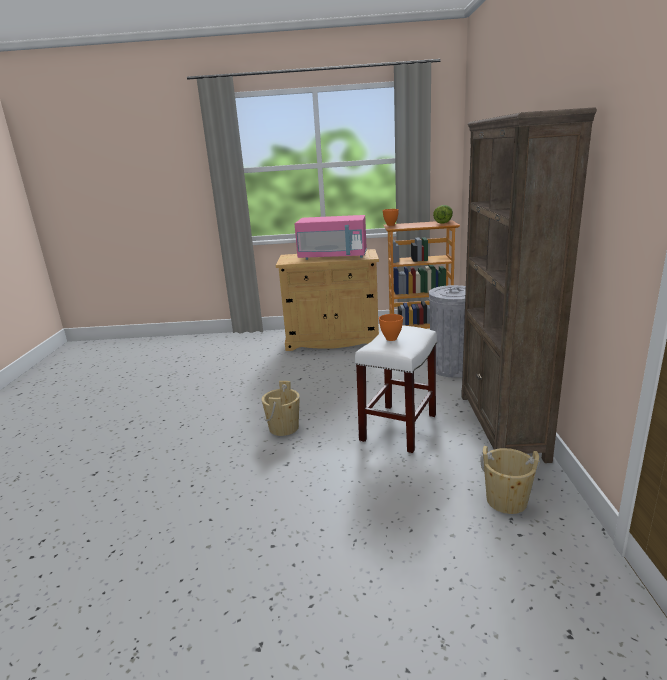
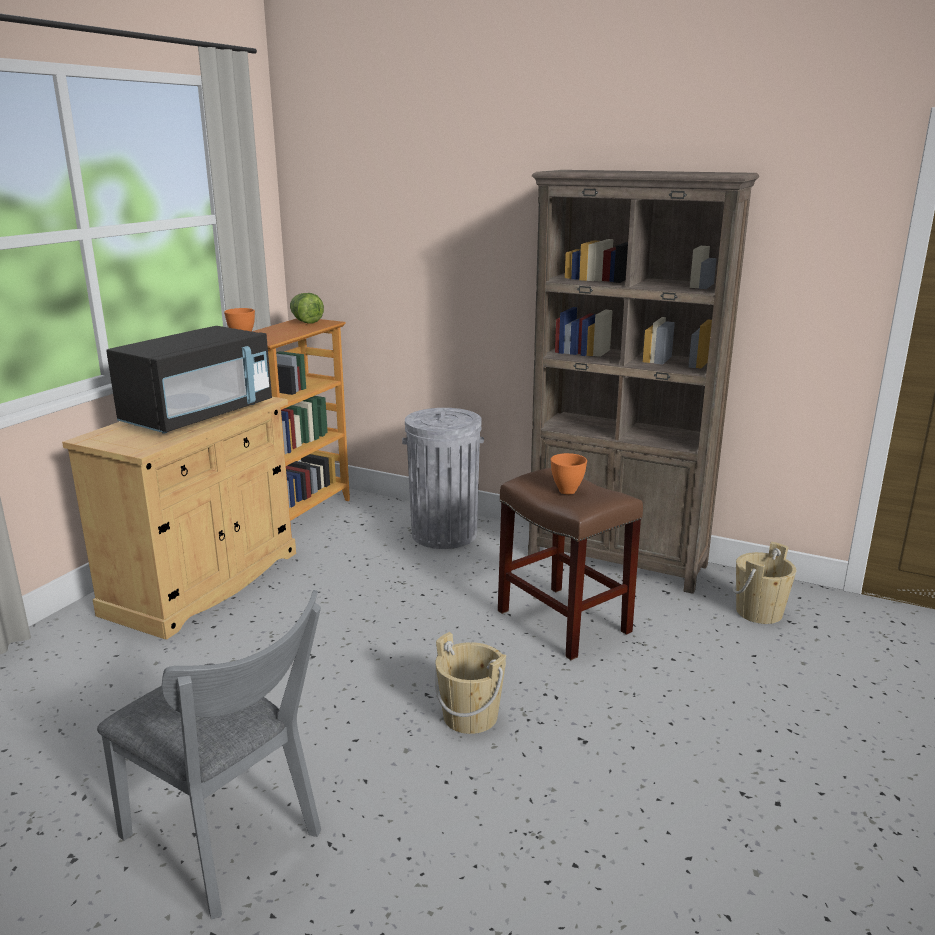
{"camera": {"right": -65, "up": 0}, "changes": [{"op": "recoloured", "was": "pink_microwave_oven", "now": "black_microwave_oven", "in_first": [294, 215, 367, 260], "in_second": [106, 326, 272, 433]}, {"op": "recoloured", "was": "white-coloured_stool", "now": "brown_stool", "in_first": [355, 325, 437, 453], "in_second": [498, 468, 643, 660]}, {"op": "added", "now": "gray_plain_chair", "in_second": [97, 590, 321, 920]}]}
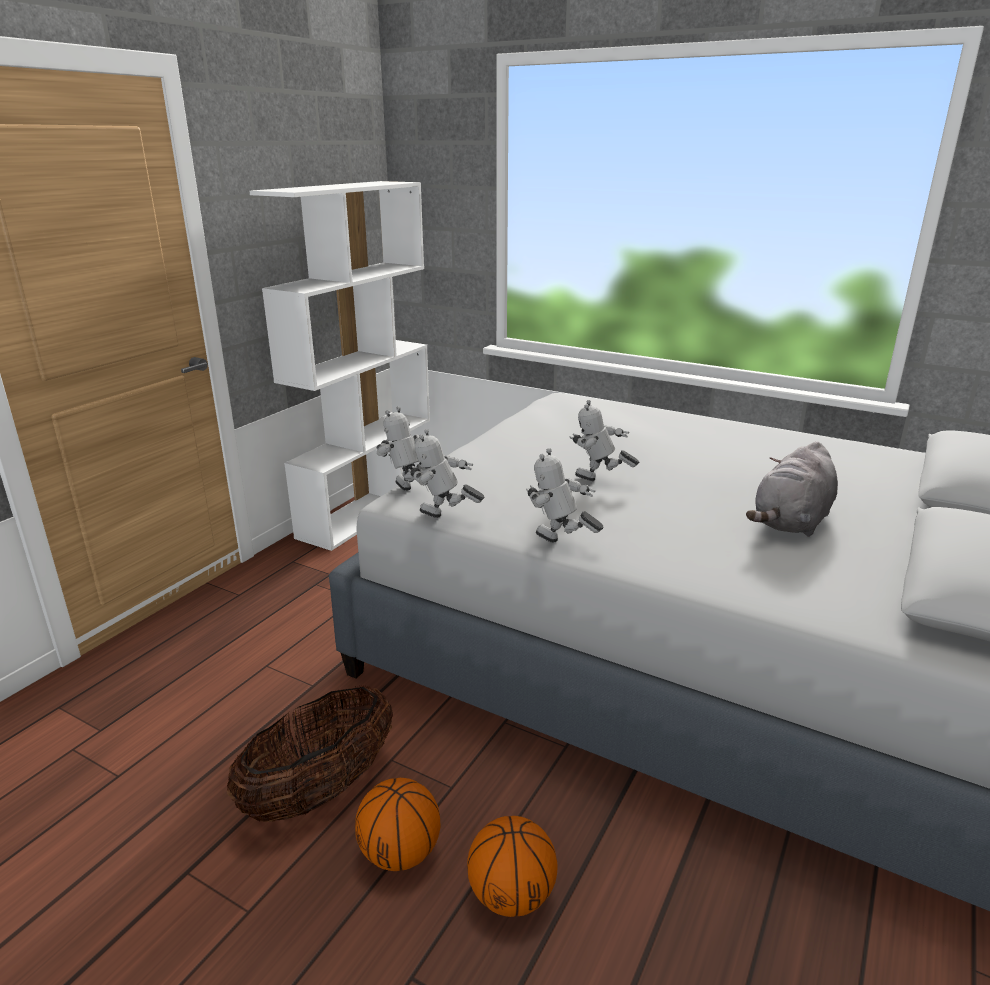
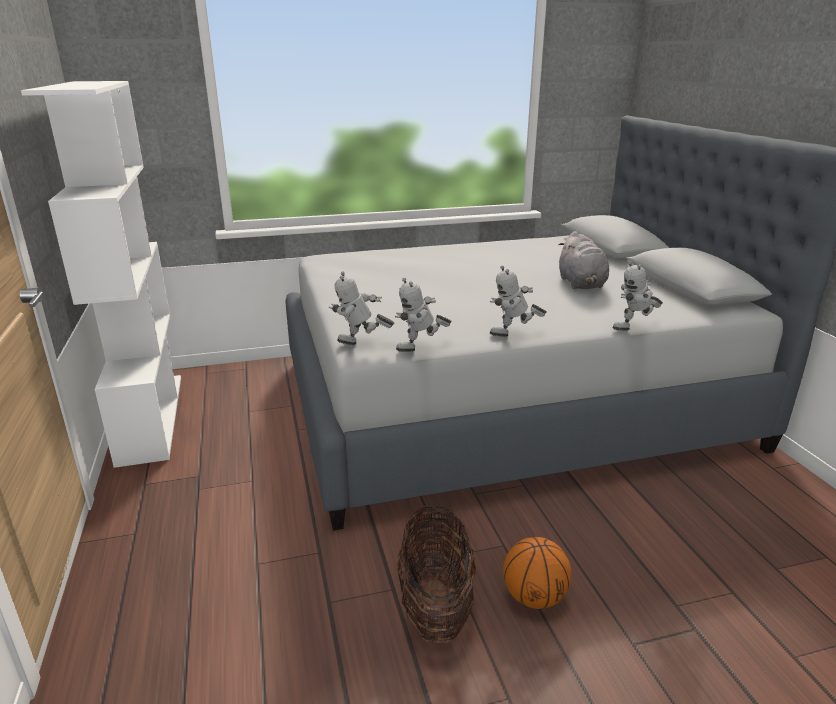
{"camera": {"right": -45, "up": 0}, "changes": [{"op": "removed", "was": "ball_for_basketball", "in_first": [467, 816, 558, 917]}, {"op": "moved", "was": "robot_figure", "in_first": [570, 400, 639, 481], "in_second": [612, 261, 663, 330]}]}
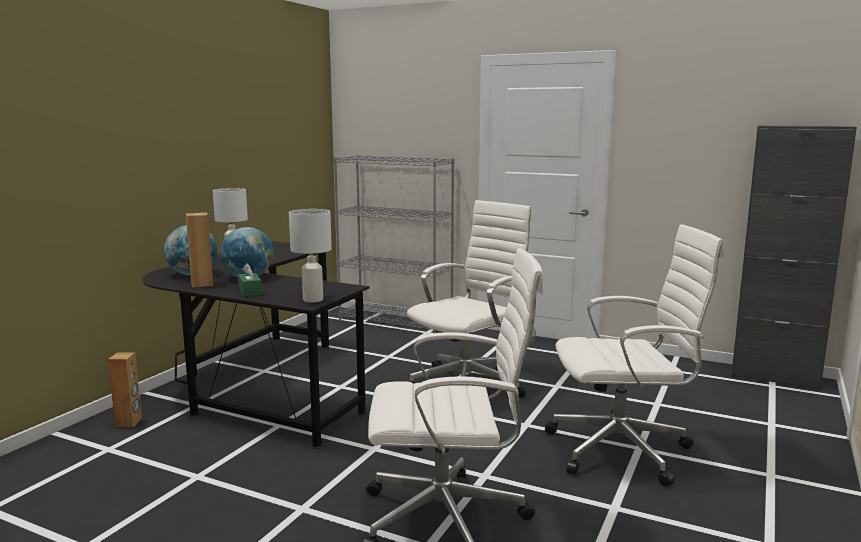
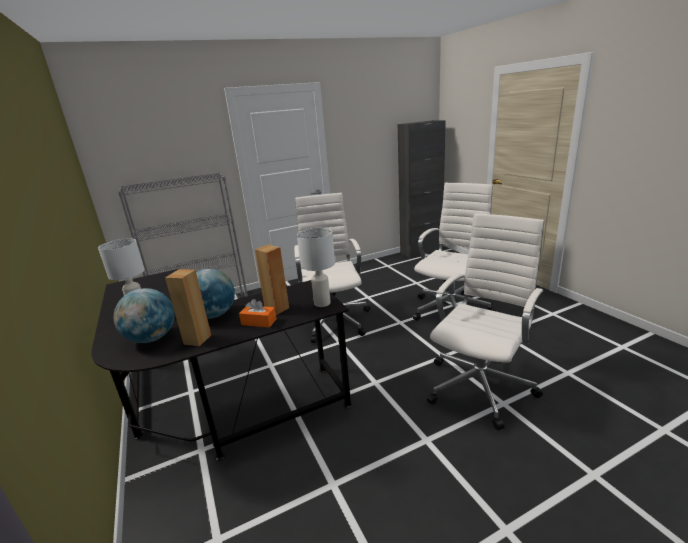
{"camera": {"right": -50, "up": 10}, "changes": [{"op": "moved", "was": "brown_audio_speaker", "in_first": [108, 352, 142, 427], "in_second": [255, 245, 289, 315]}, {"op": "recoloured", "was": "green-coloured_tissue_holder", "now": "orange-coloured_tissue_holder", "in_first": [238, 263, 262, 296], "in_second": [239, 299, 277, 328]}]}
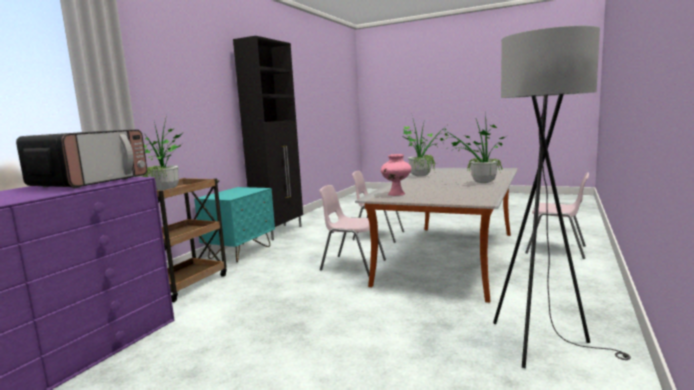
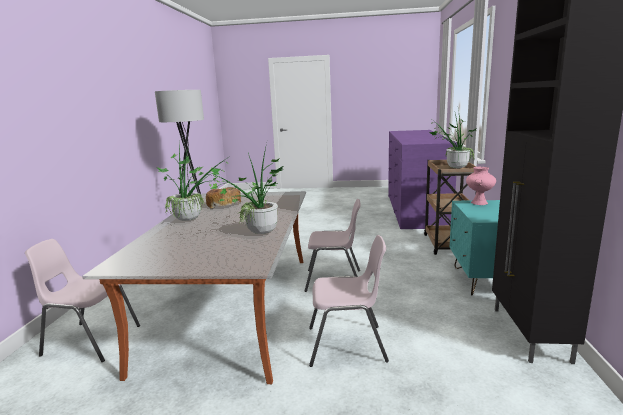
{"camera": {"right": 160, "up": 5}, "changes": [{"op": "removed", "was": "microwave_oven", "in_first": [16, 130, 147, 188]}, {"op": "moved", "was": "pink_flower_vase", "in_first": [381, 154, 411, 196], "in_second": [466, 167, 496, 205]}, {"op": "added", "now": "baked_bread", "in_second": [206, 187, 241, 208]}]}
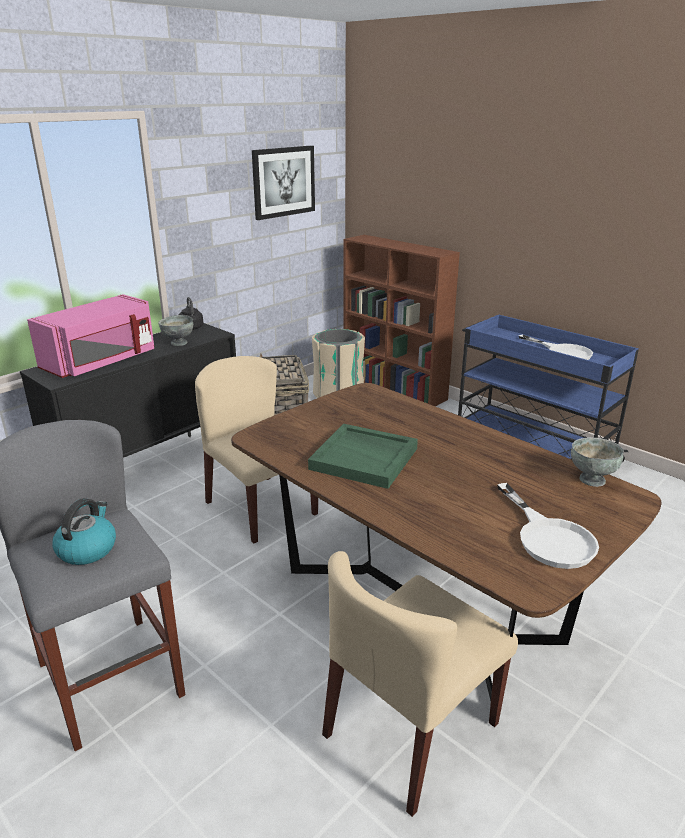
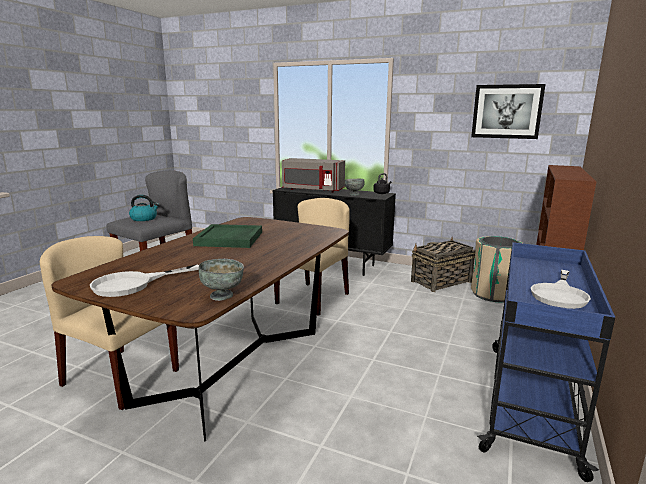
{"camera": {"right": 70, "up": -10}, "changes": [{"op": "recoloured", "was": "pink_microwave_oven", "now": "gray_microwave_oven", "in_first": [27, 294, 154, 378], "in_second": [282, 158, 345, 193]}]}
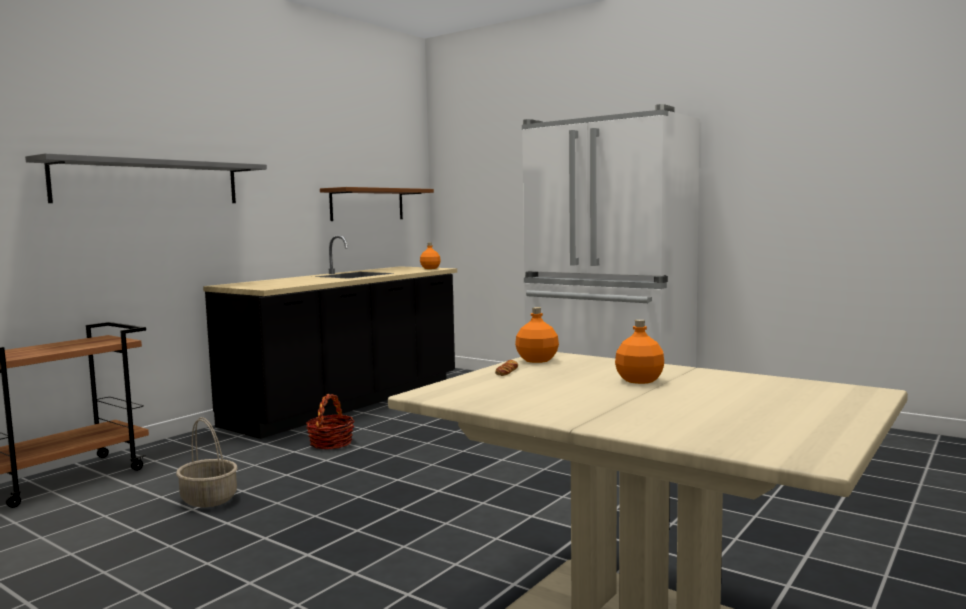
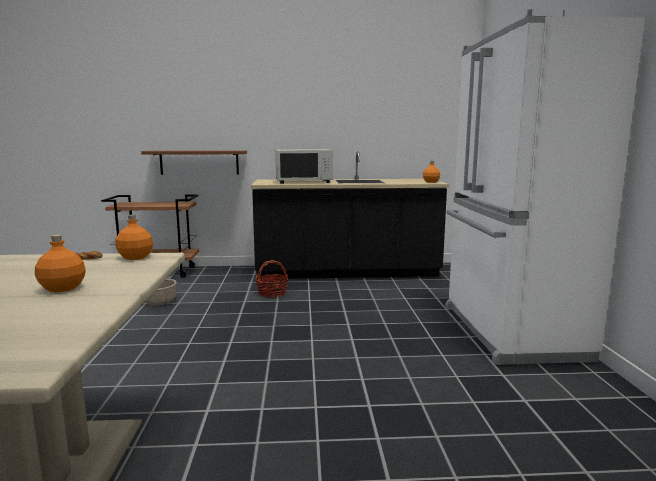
{"camera": {"right": 50, "up": 5}, "changes": [{"op": "removed", "was": "gray_bracket_shelf", "in_first": [25, 153, 267, 203]}, {"op": "moved", "was": "brown_bracket_shelf", "in_first": [320, 187, 434, 221], "in_second": [141, 150, 247, 175]}, {"op": "added", "now": "white-coloured_microwave_oven", "in_second": [275, 150, 333, 184]}]}
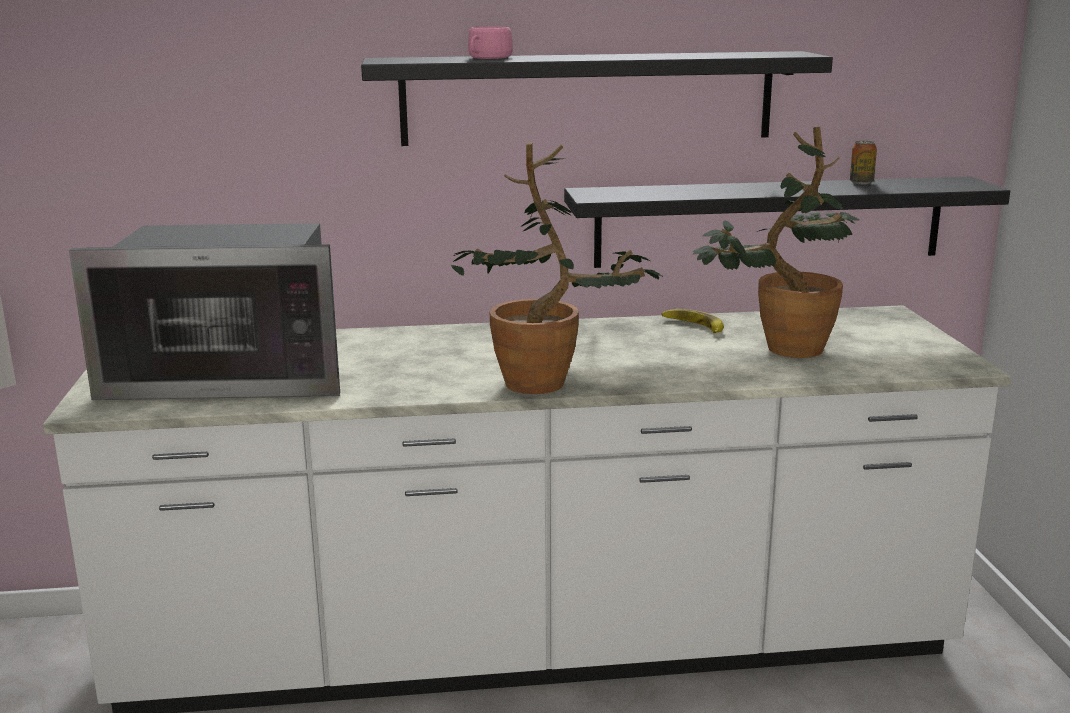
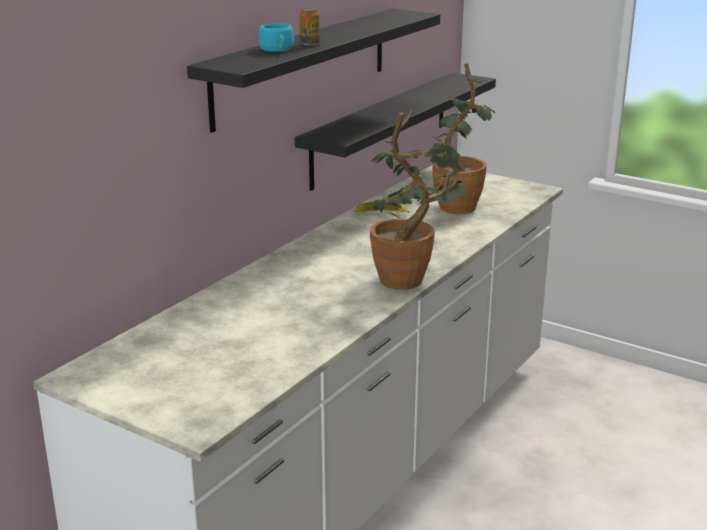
{"camera": {"right": -50, "up": 5}, "changes": [{"op": "removed", "was": "microwave_oven", "in_first": [69, 223, 340, 400]}, {"op": "recoloured", "was": "pink_cup", "now": "turquoise-coloured_cup", "in_first": [468, 27, 513, 59], "in_second": [258, 23, 294, 52]}, {"op": "moved", "was": "metal_can", "in_first": [850, 141, 877, 185], "in_second": [299, 8, 320, 46]}]}
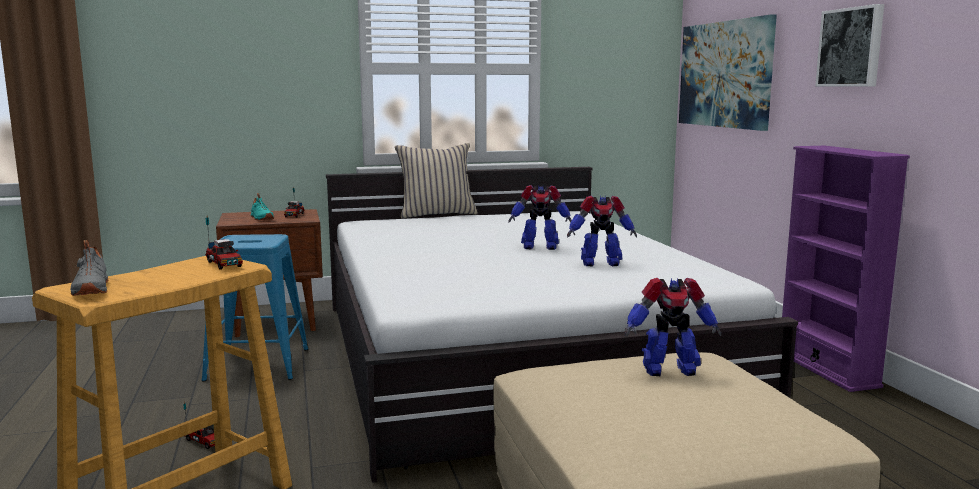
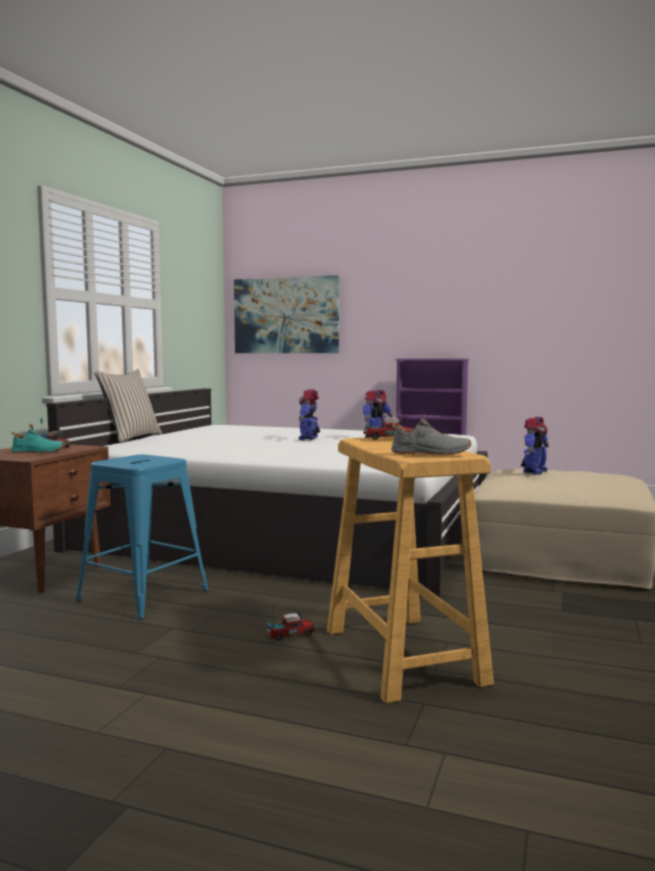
{"camera": {"right": -55, "up": -5}, "changes": [{"op": "turned", "was": "robot_figure", "in_first": [508, 185, 572, 250], "in_second": [299, 389, 320, 440], "clockwise": 150}, {"op": "removed", "was": "picture", "in_first": [815, 4, 884, 87]}]}
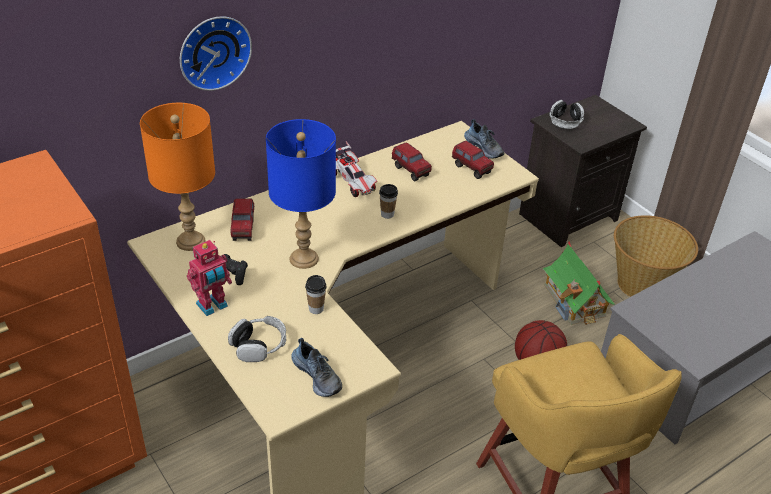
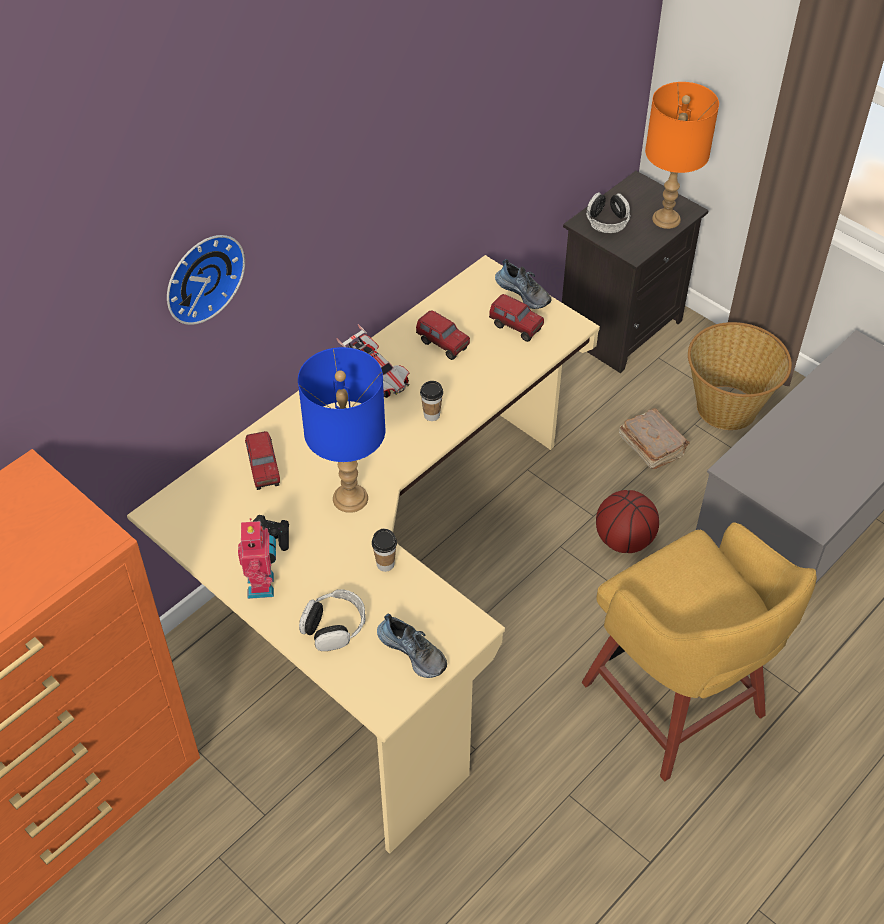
{"camera": {"right": -10, "up": 10}, "changes": [{"op": "moved", "was": "orange-coloured_table_lamp", "in_first": [140, 103, 215, 251], "in_second": [645, 82, 719, 229]}, {"op": "turned", "was": "robot_figure", "in_first": [187, 240, 232, 316], "in_second": [238, 518, 276, 599], "clockwise": -45}, {"op": "replaced", "was": "model_house", "now": "brown_volume", "in_first": [543, 241, 615, 325], "in_second": [619, 408, 690, 469]}]}
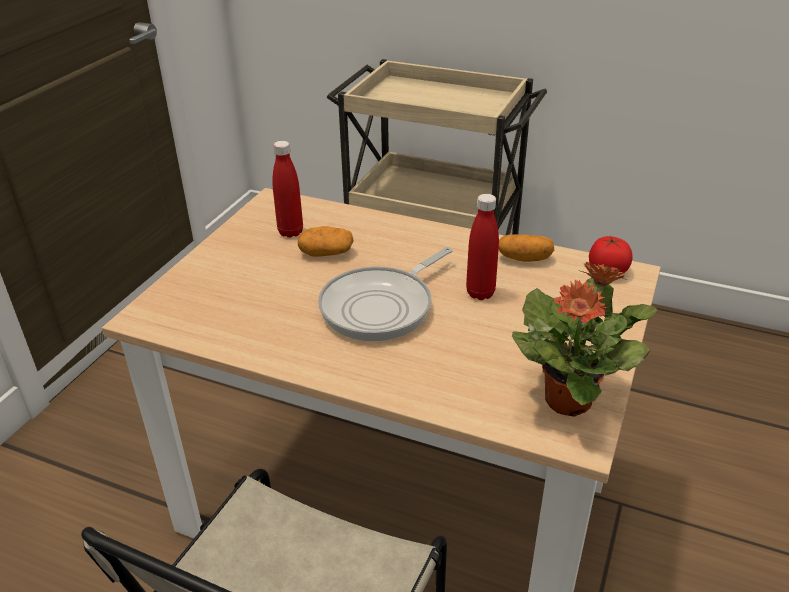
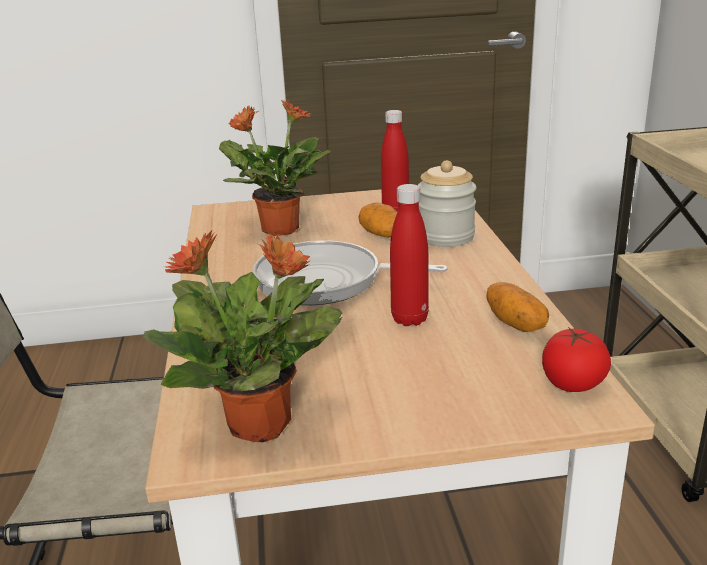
{"camera": {"right": 60, "up": -10}, "changes": [{"op": "added", "now": "houseplant", "in_second": [219, 100, 331, 236]}, {"op": "added", "now": "storage_jar", "in_second": [418, 161, 476, 247]}]}
